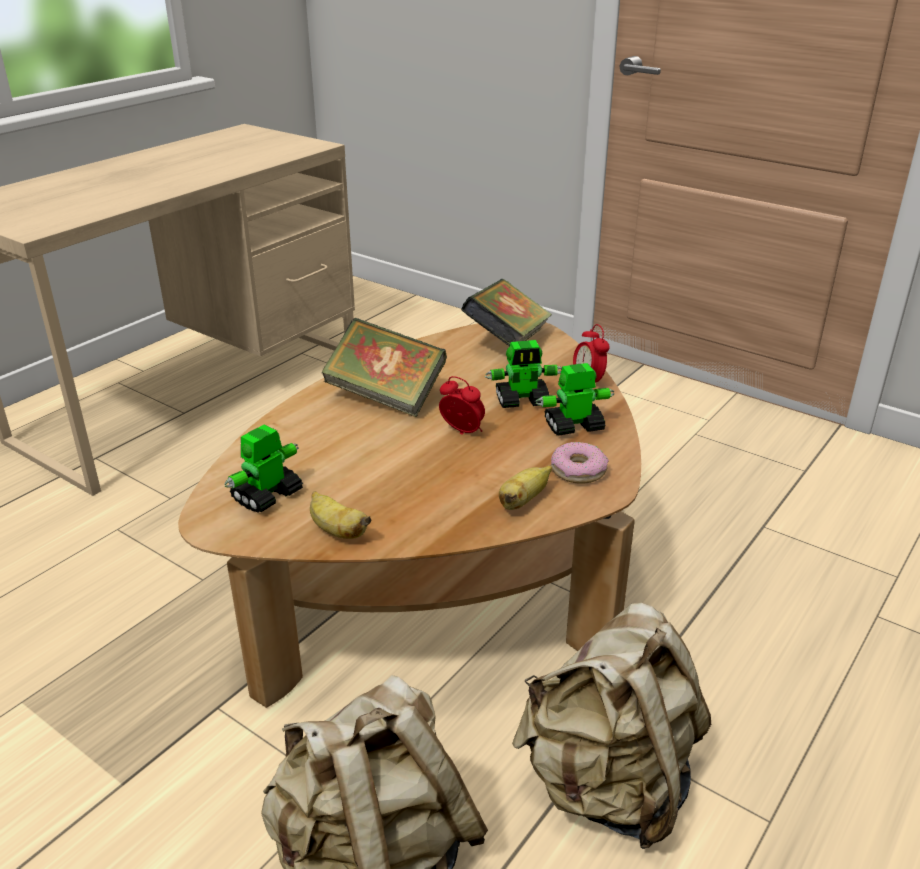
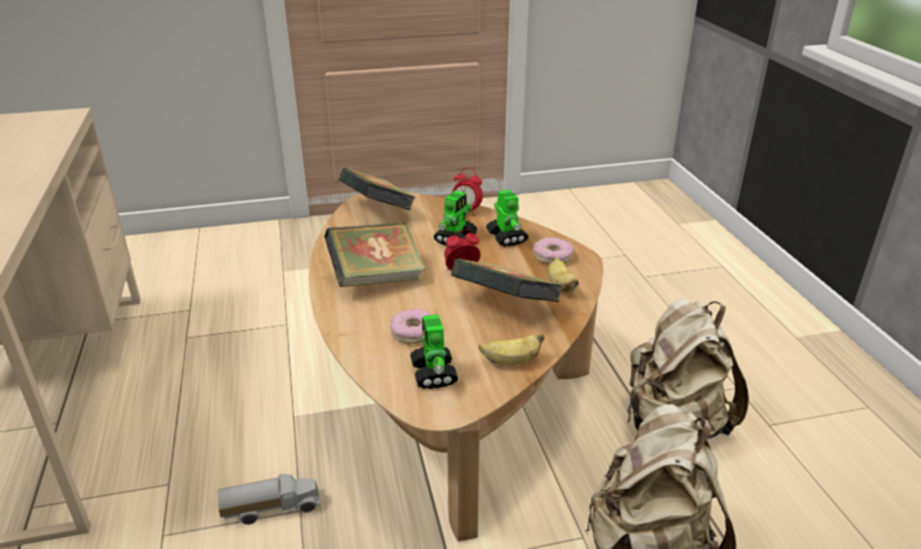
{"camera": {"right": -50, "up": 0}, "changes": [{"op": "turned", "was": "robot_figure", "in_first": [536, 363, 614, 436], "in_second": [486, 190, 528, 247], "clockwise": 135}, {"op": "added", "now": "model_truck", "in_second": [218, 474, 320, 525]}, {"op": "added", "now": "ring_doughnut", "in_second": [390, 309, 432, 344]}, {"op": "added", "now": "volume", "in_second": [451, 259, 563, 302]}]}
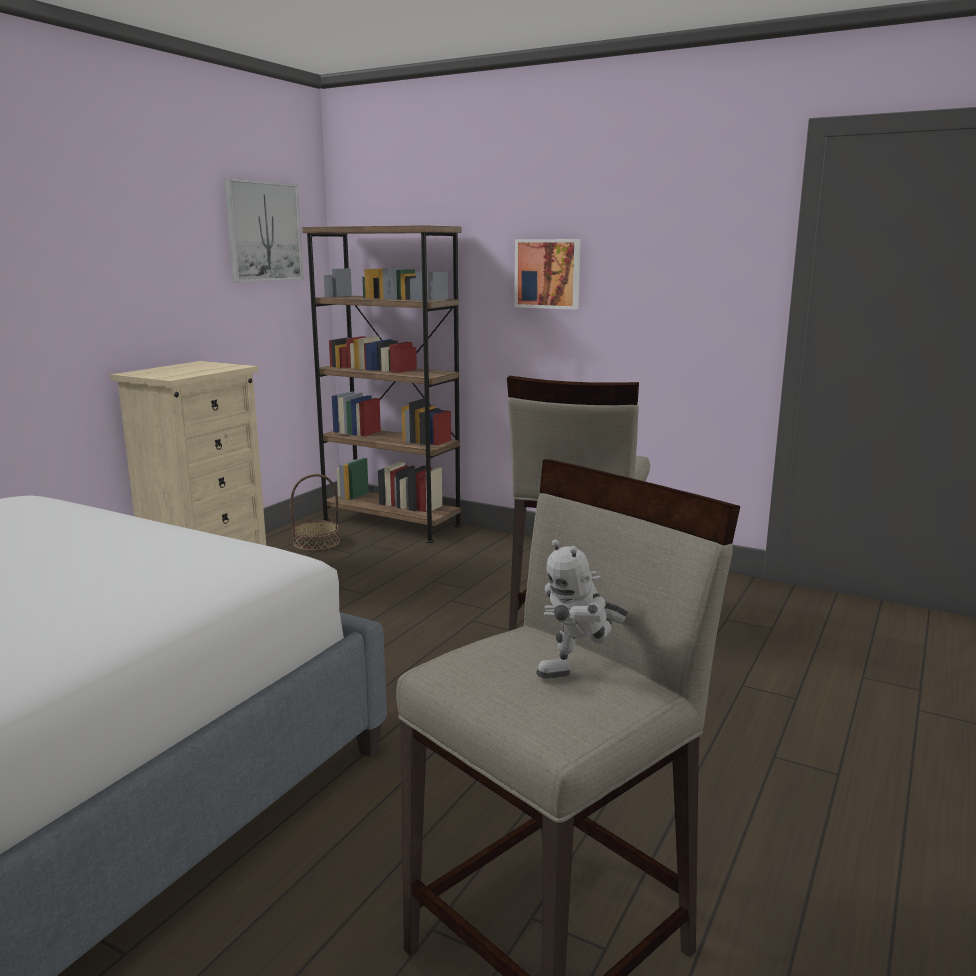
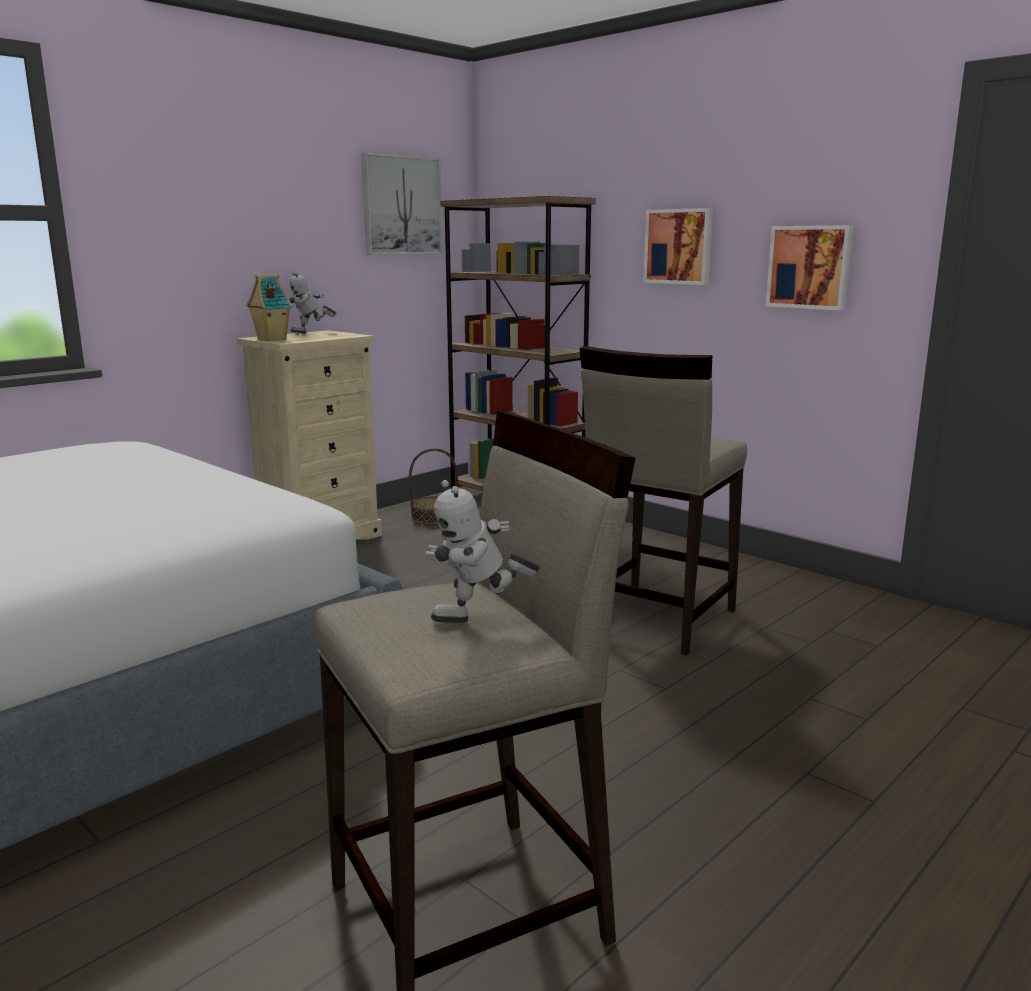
{"camera": {"right": 15, "up": 0}, "changes": [{"op": "added", "now": "model_house", "in_second": [247, 274, 293, 341]}, {"op": "added", "now": "robot_figure", "in_second": [288, 272, 336, 334]}, {"op": "added", "now": "picture", "in_second": [766, 225, 854, 311]}]}
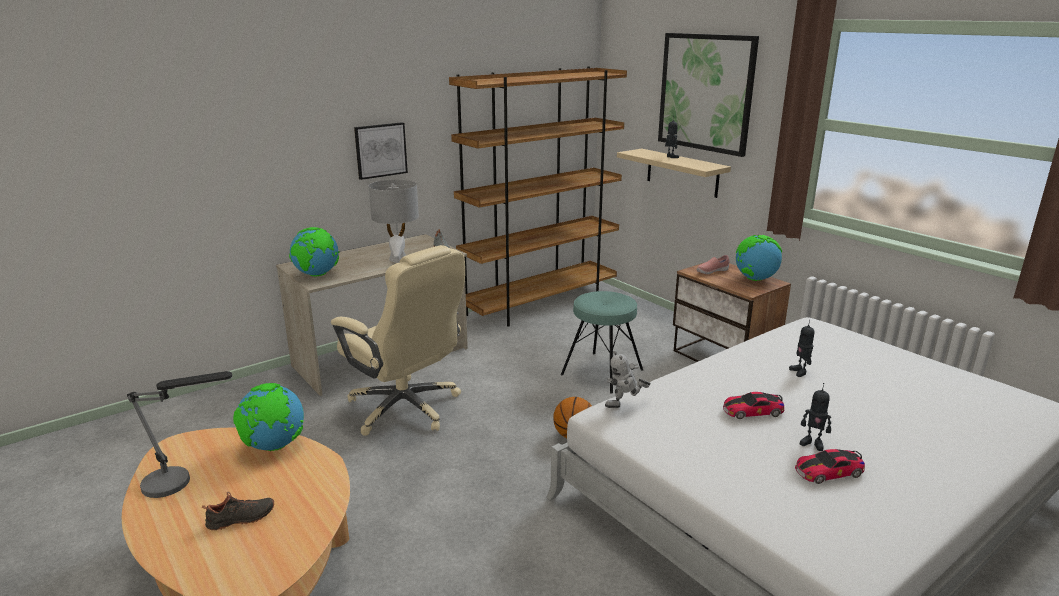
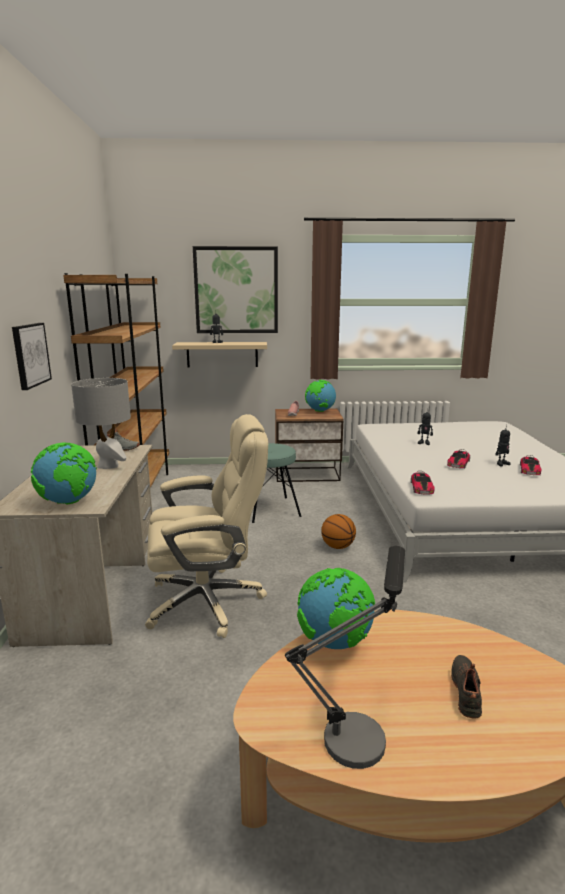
{"camera": {"right": -55, "up": -5}, "changes": [{"op": "replaced", "was": "robot_figure", "now": "model_car", "in_first": [605, 351, 651, 408], "in_second": [411, 471, 435, 495]}]}
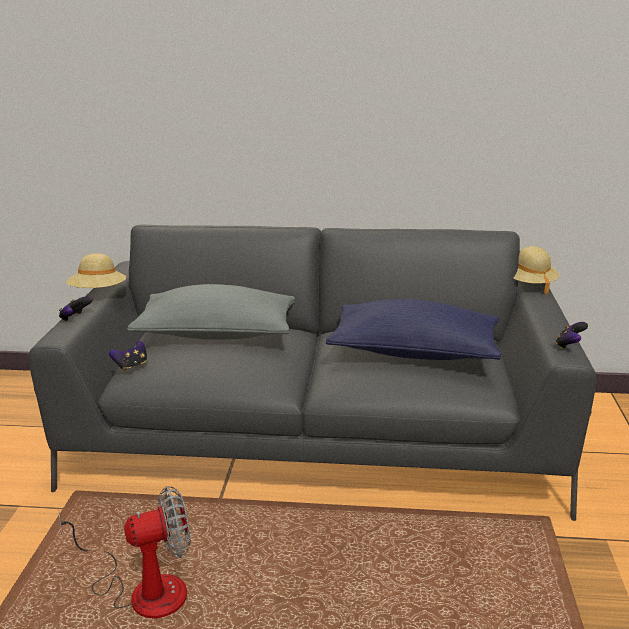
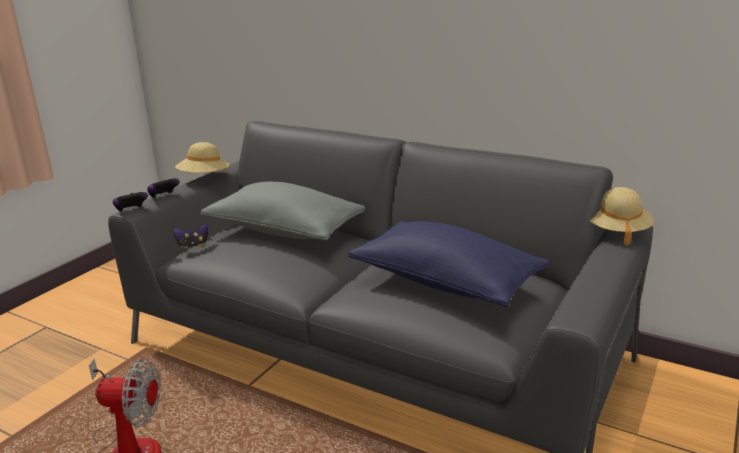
{"camera": {"right": 25, "up": 0}, "changes": [{"op": "moved", "was": "game_controller", "in_first": [555, 322, 588, 349], "in_second": [113, 192, 148, 212]}]}
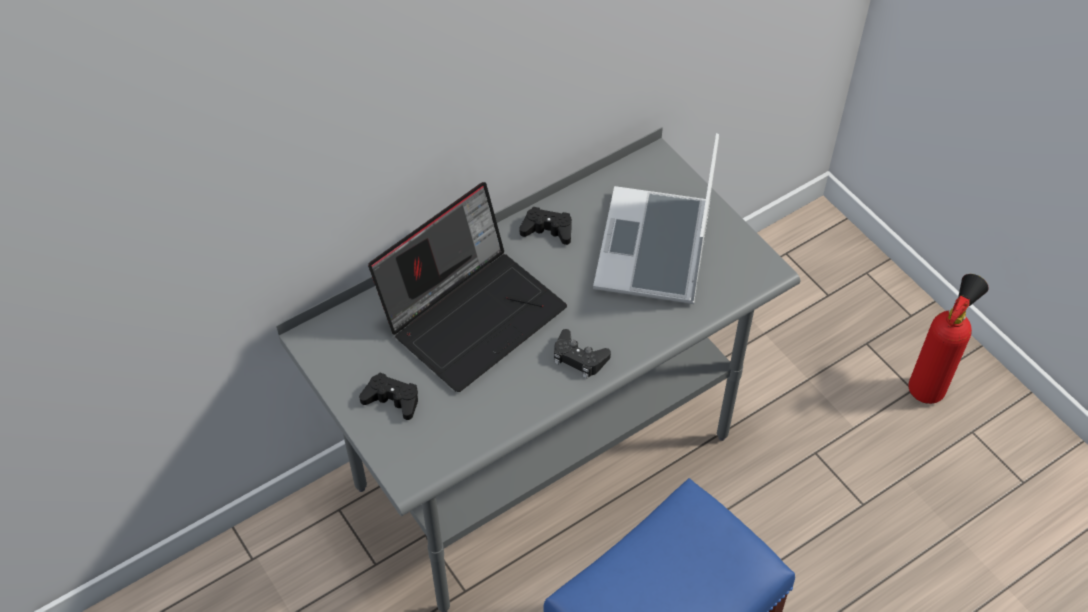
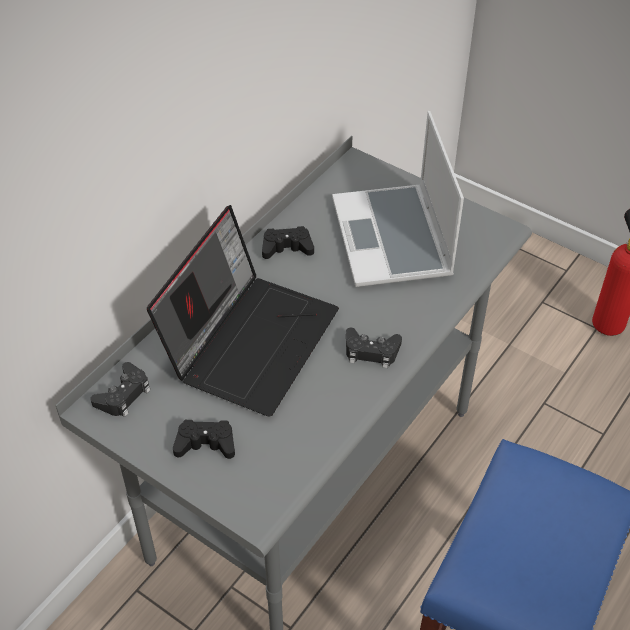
{"camera": {"right": -20, "up": -5}, "changes": [{"op": "added", "now": "black_game_controller", "in_second": [90, 362, 151, 417]}]}
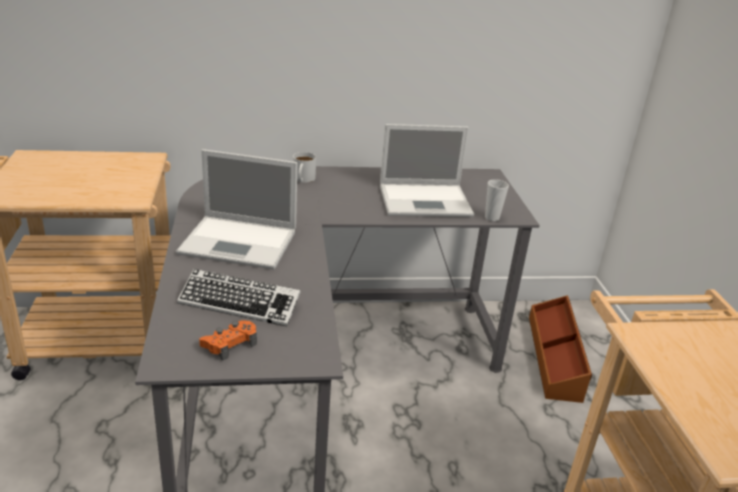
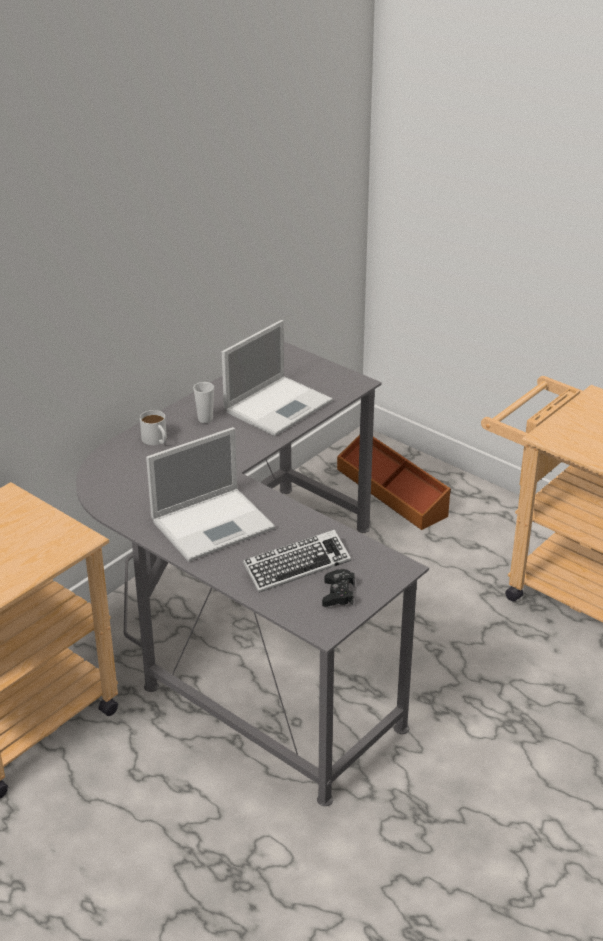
{"camera": {"right": -40, "up": 5}, "changes": [{"op": "recoloured", "was": "orange-coloured_game_controller", "now": "black_game_controller", "in_first": [199, 320, 257, 361], "in_second": [322, 569, 355, 607]}, {"op": "moved", "was": "cup", "in_first": [485, 179, 509, 221], "in_second": [193, 382, 214, 423]}]}
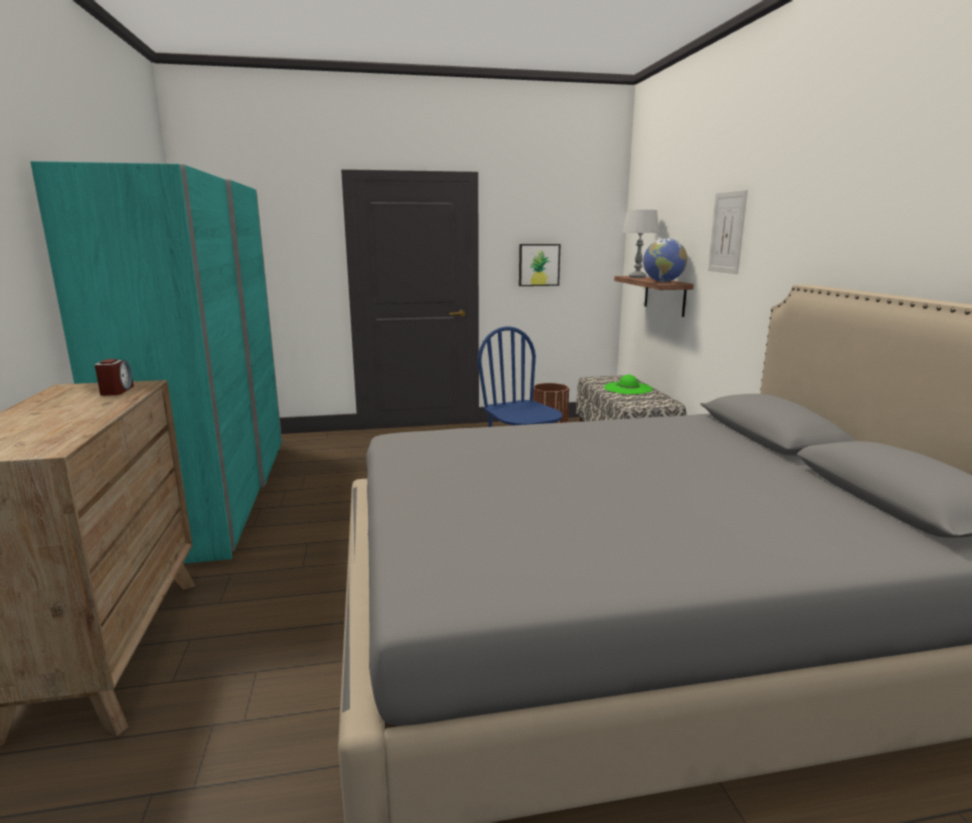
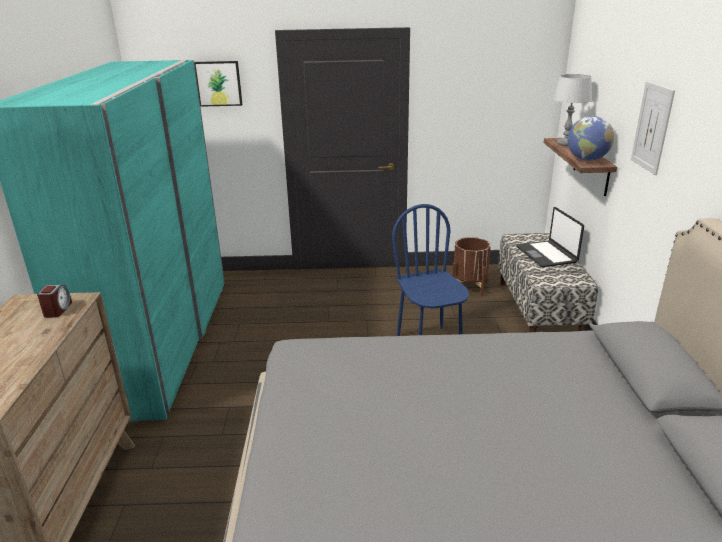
{"camera": {"right": 10, "up": 10}, "changes": [{"op": "moved", "was": "picture", "in_first": [519, 244, 561, 286], "in_second": [194, 61, 242, 107]}, {"op": "replaced", "was": "green-coloured_wearable_hat", "now": "laptop", "in_first": [604, 375, 653, 394], "in_second": [517, 207, 584, 267]}]}
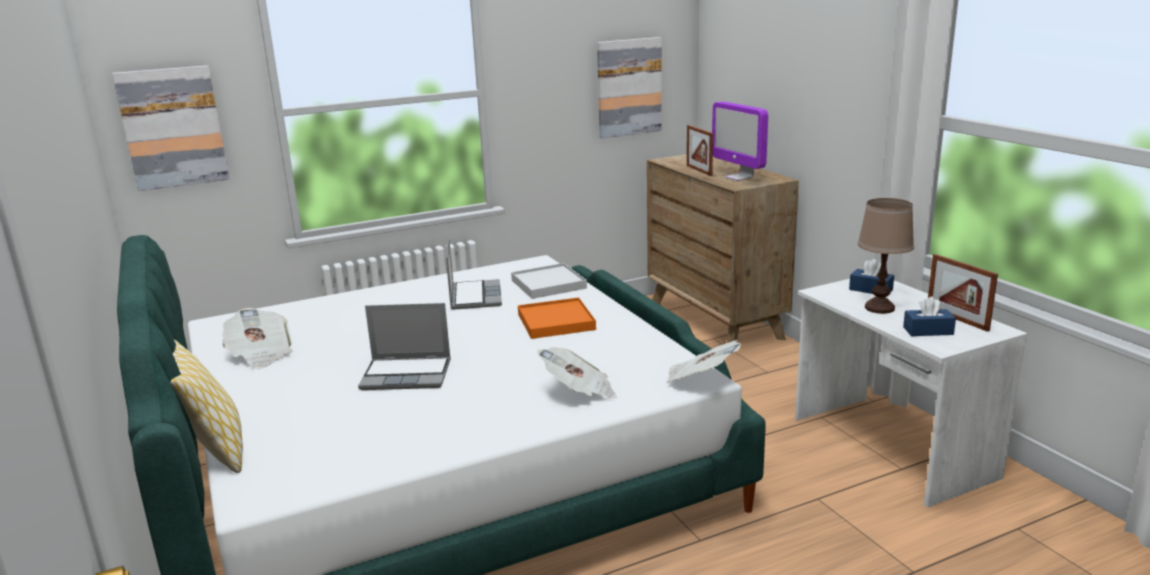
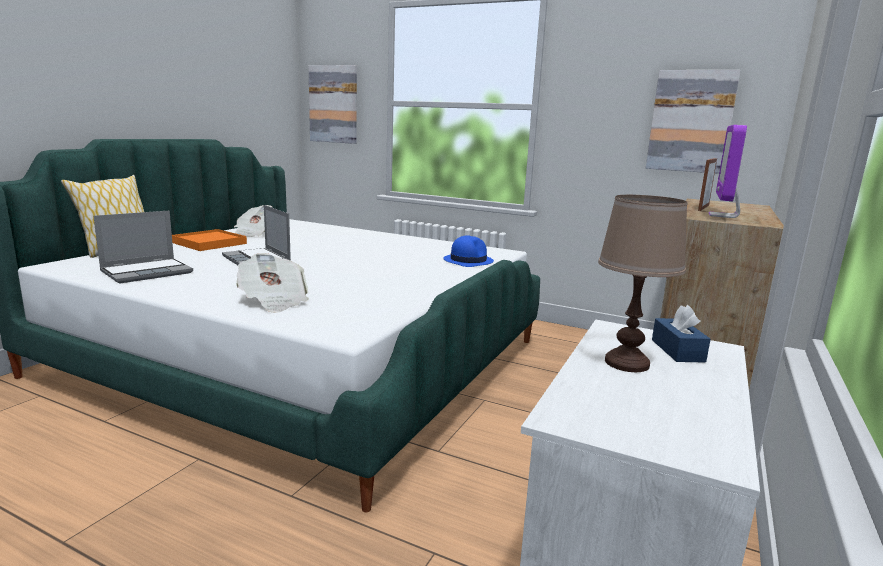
{"camera": {"right": 50, "up": -5}, "changes": [{"op": "moved", "was": "laptop", "in_first": [446, 238, 502, 310], "in_second": [93, 211, 193, 284]}, {"op": "replaced", "was": "white-coloured_serving_tray", "now": "blue_wearable_hat", "in_first": [511, 263, 587, 299], "in_second": [443, 235, 494, 267]}, {"op": "moved", "was": "orange-coloured_serving_tray", "in_first": [518, 297, 596, 339], "in_second": [172, 229, 247, 251]}, {"op": "removed", "was": "printed_paper", "in_first": [667, 340, 741, 383]}, {"op": "removed", "was": "blue_tissue_holder", "in_first": [903, 297, 956, 336]}, {"op": "removed", "was": "photo_frame", "in_first": [928, 254, 998, 332]}]}
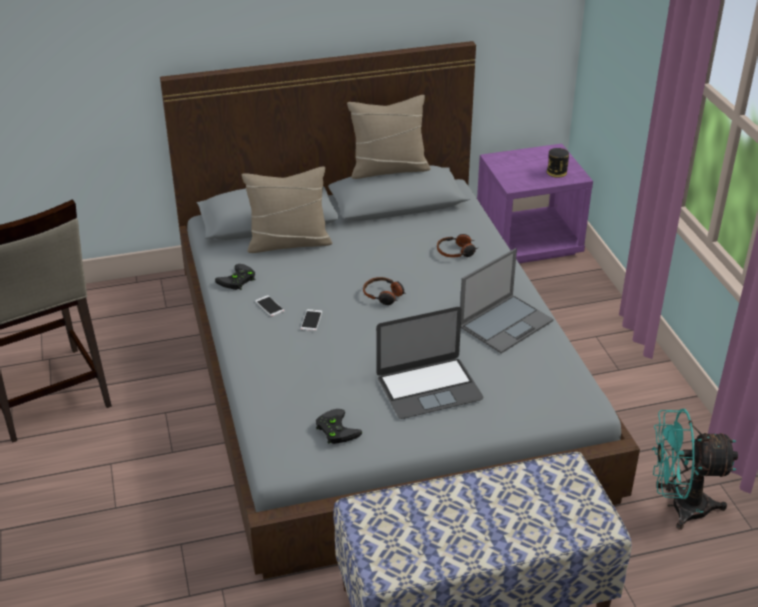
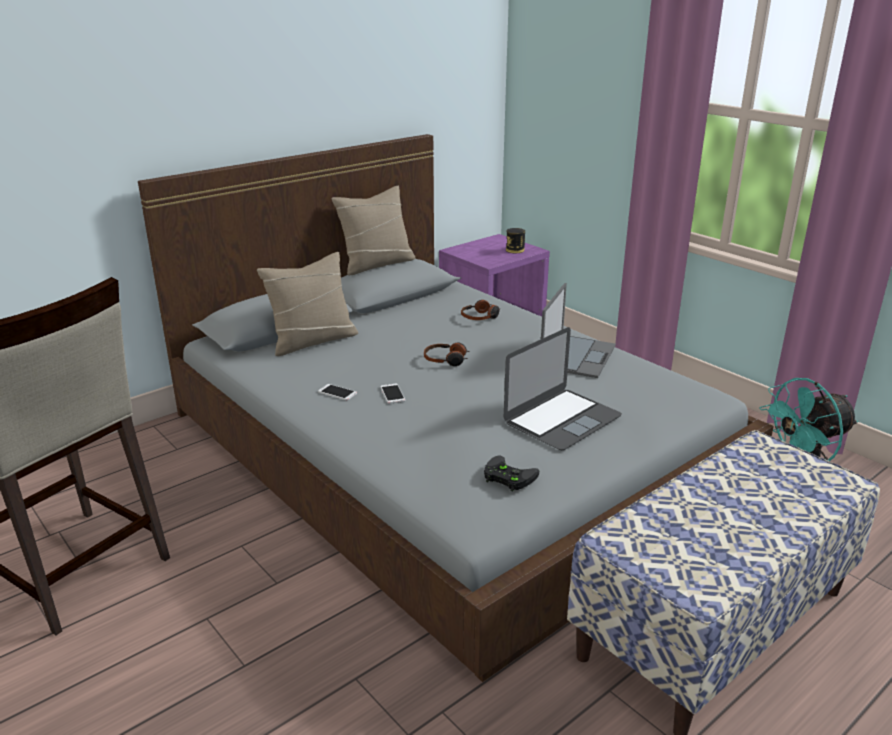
{"camera": {"right": -25, "up": -10}, "changes": [{"op": "removed", "was": "black_game_controller", "in_first": [215, 264, 255, 290]}]}
